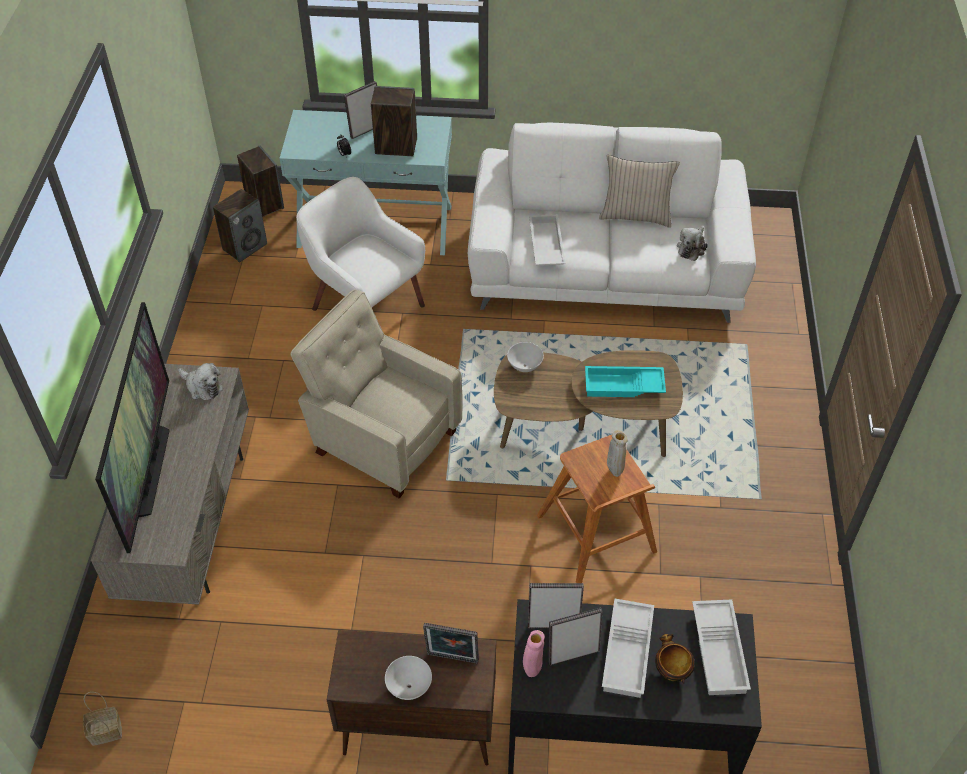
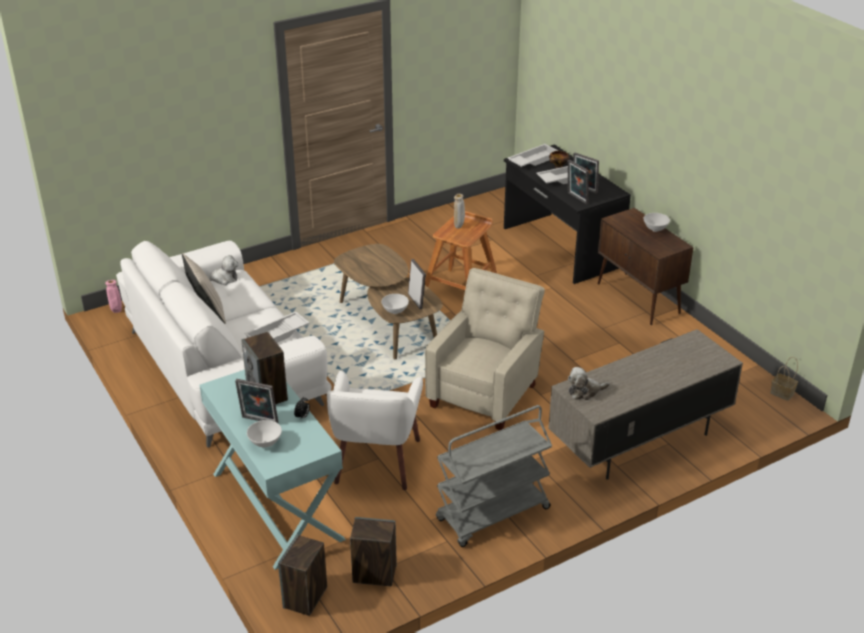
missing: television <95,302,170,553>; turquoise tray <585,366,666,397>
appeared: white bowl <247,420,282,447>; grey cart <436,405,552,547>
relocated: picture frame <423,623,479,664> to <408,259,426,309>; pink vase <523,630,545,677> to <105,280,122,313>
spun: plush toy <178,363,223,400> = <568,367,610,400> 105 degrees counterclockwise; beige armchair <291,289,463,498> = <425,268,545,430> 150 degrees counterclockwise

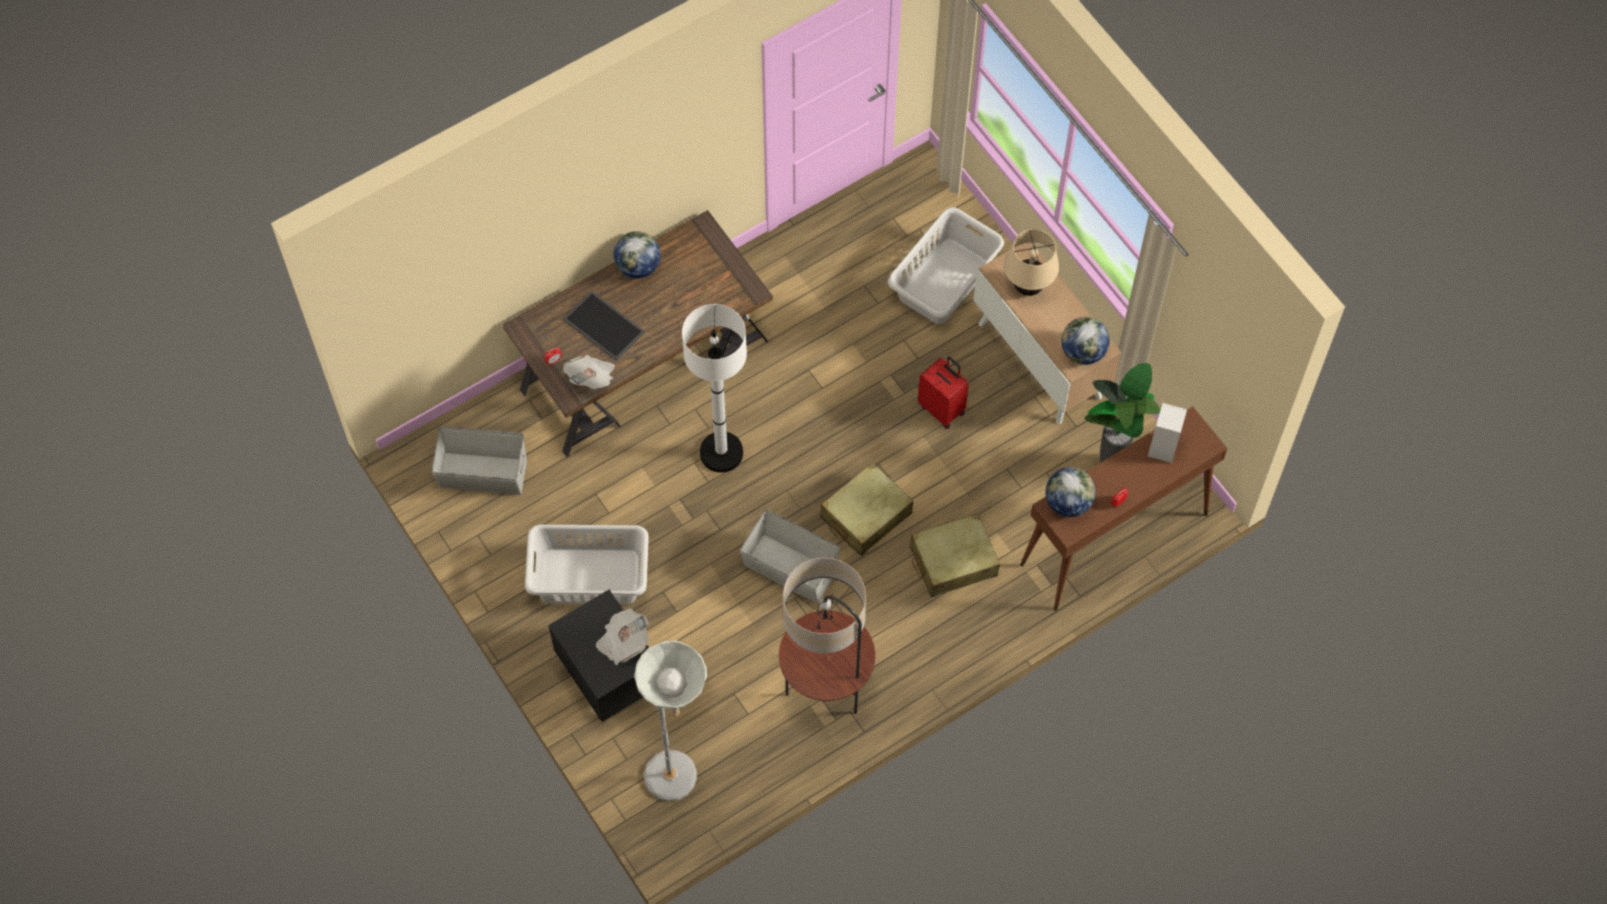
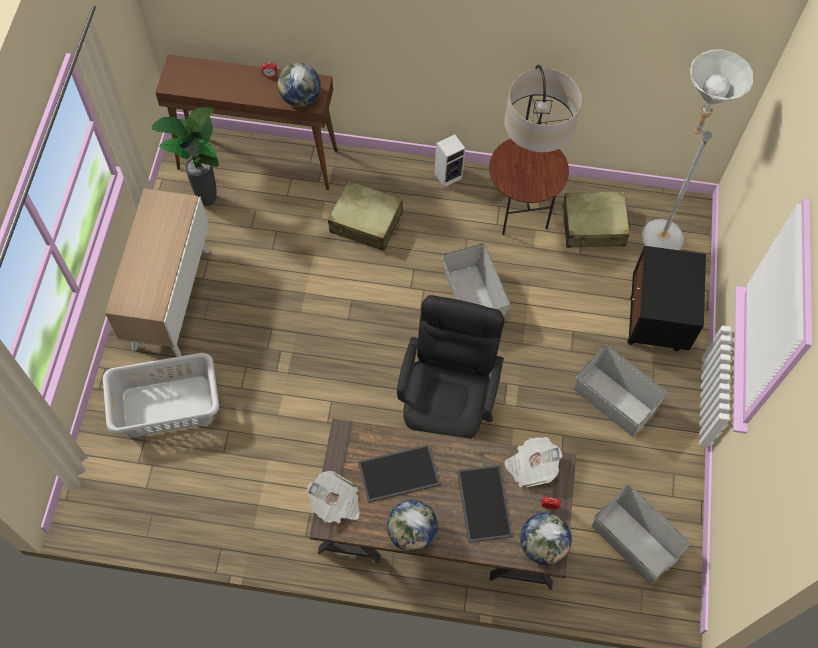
missing: red suitcase <918,357,969,429>; beige table lamp <1004,229,1059,296>
appeared: tray <358,445,440,503>
relocated: newspaper <596,608,649,665> to <307,471,359,523>; beige suitcase <820,462,913,556> to <562,191,630,248>; globe <1061,317,1110,365> to <520,513,572,565>; speaker <1148,403,1187,463> to <434,134,466,187>
exchanged: grey laundry basket <525,525,649,604> to grey storage box <574,344,668,437>; white floor lamp <682,304,747,472> to black office chair <397,295,504,439>

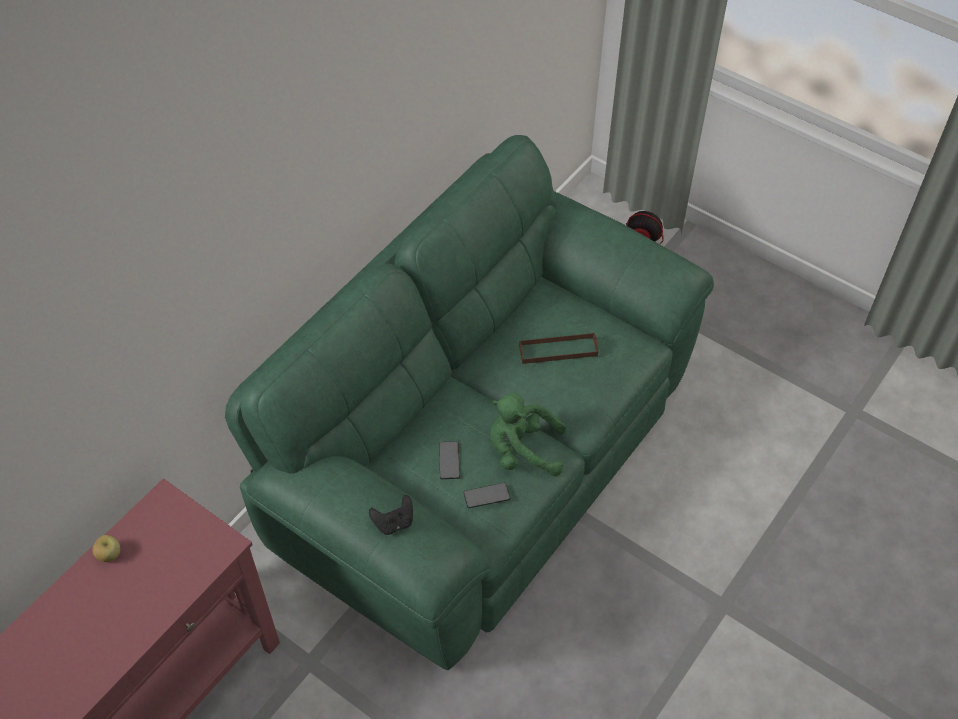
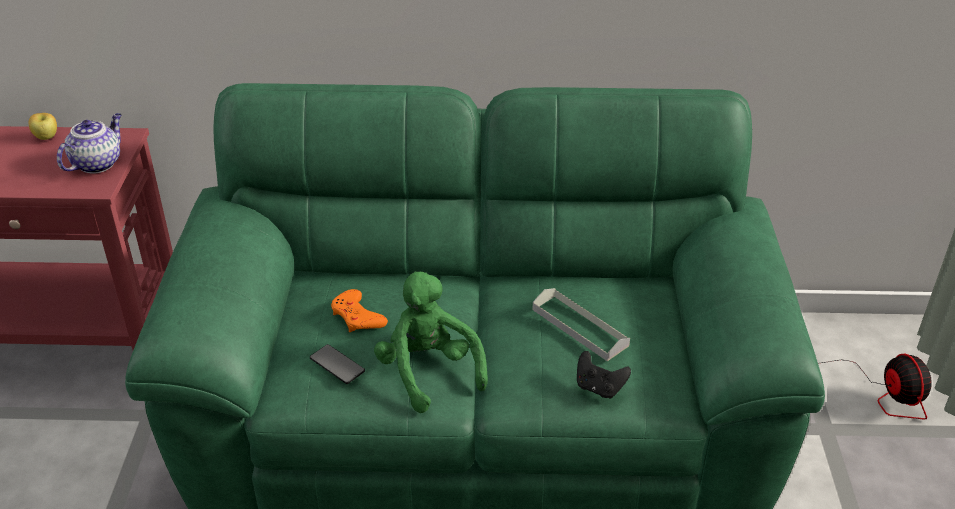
appeared: teapot <57,113,122,174>
relocated: black game controller <369,495,413,535> to <577,351,631,399>
exchanged: phone <439,441,460,479> to orange game controller <331,289,388,332>
colour: brown tray <519,333,599,364> to grey tray <532,288,630,361>

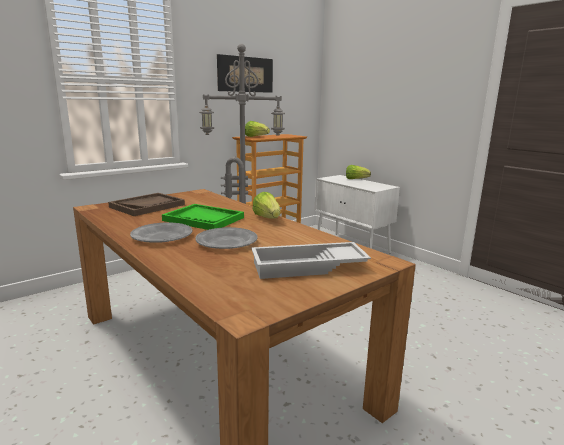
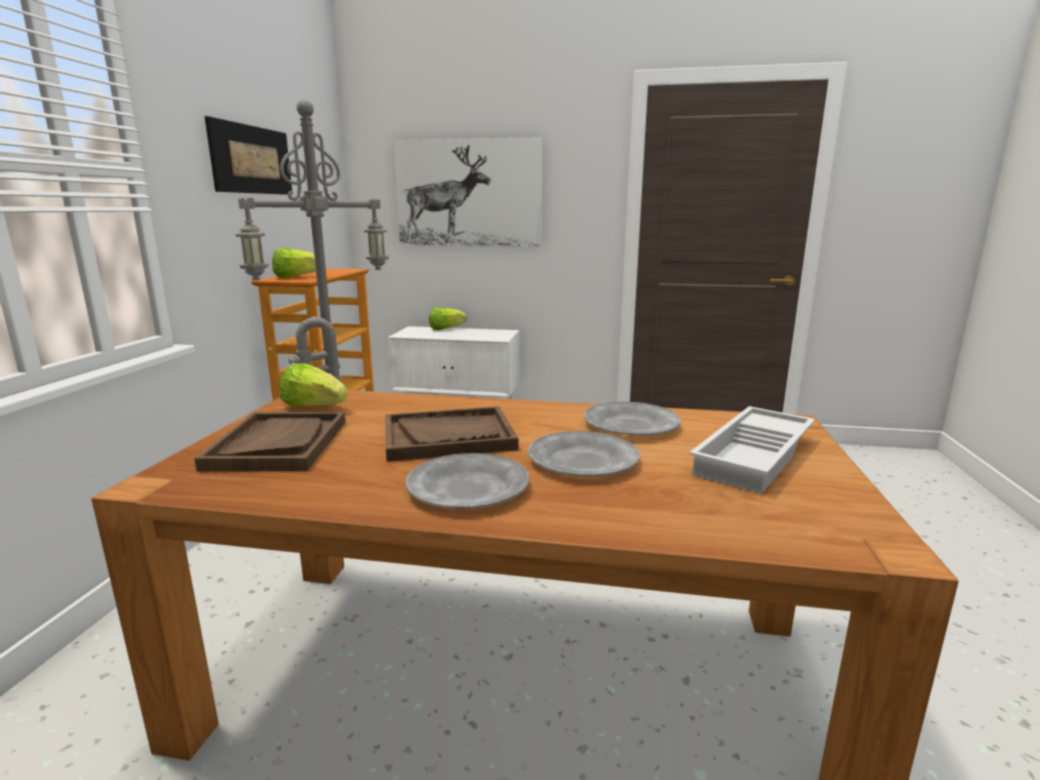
appeared: picture <394,137,542,247>; grey plate <584,402,681,436>
relocated: lettuce <252,192,280,219> to <279,363,348,406>
colour: green tray <162,204,244,230> to brown tray <385,406,518,462>

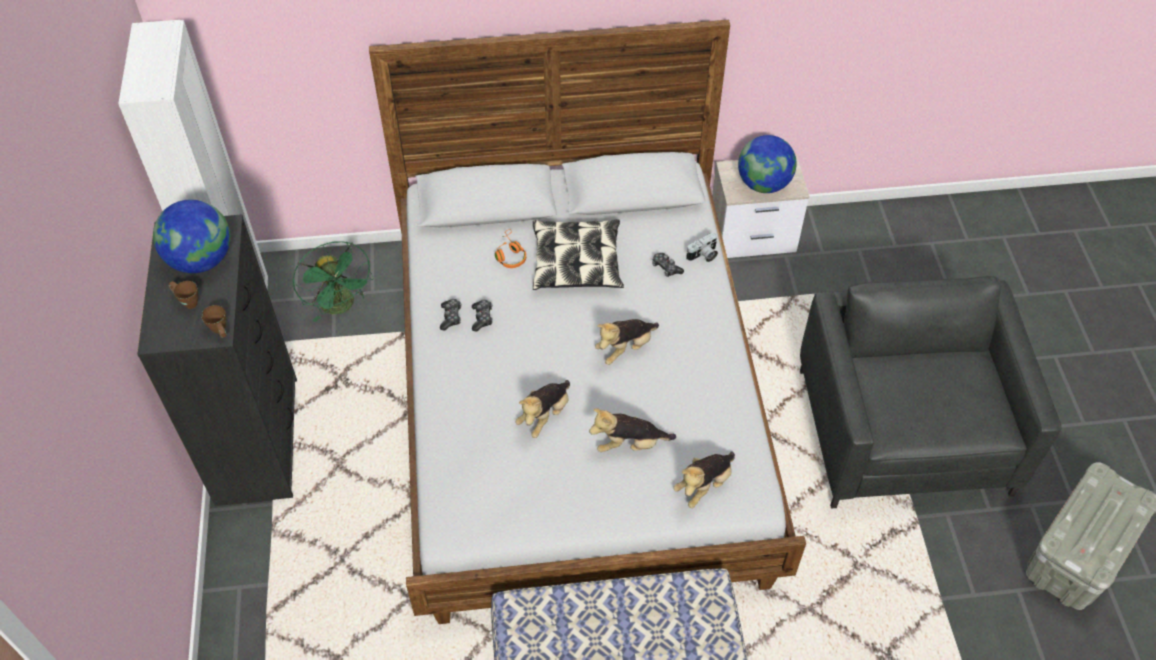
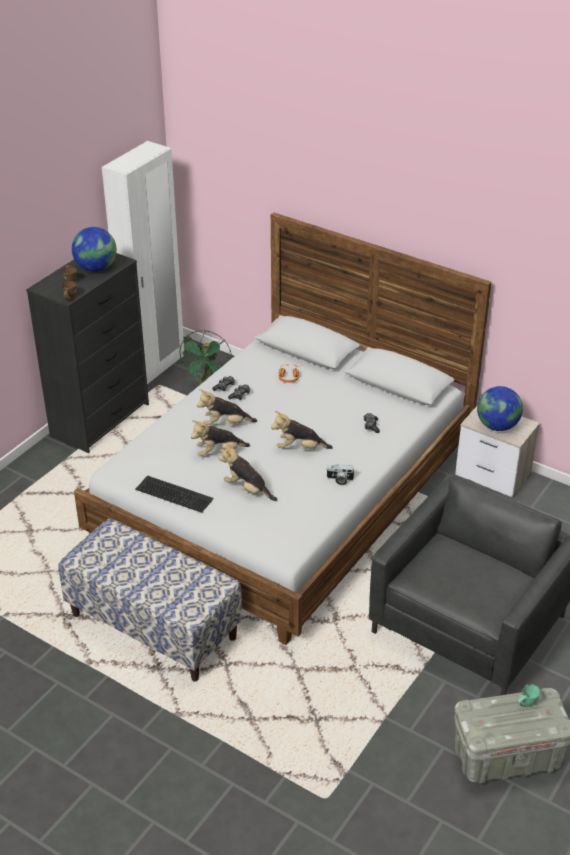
missing: pillow <533,219,624,290>
appeared: keyboard <135,475,213,513>; green mug <518,684,541,706>
relocated: plush toy <673,451,735,508> to <197,389,257,425>; photo camera <686,233,718,262> to <327,464,355,485>

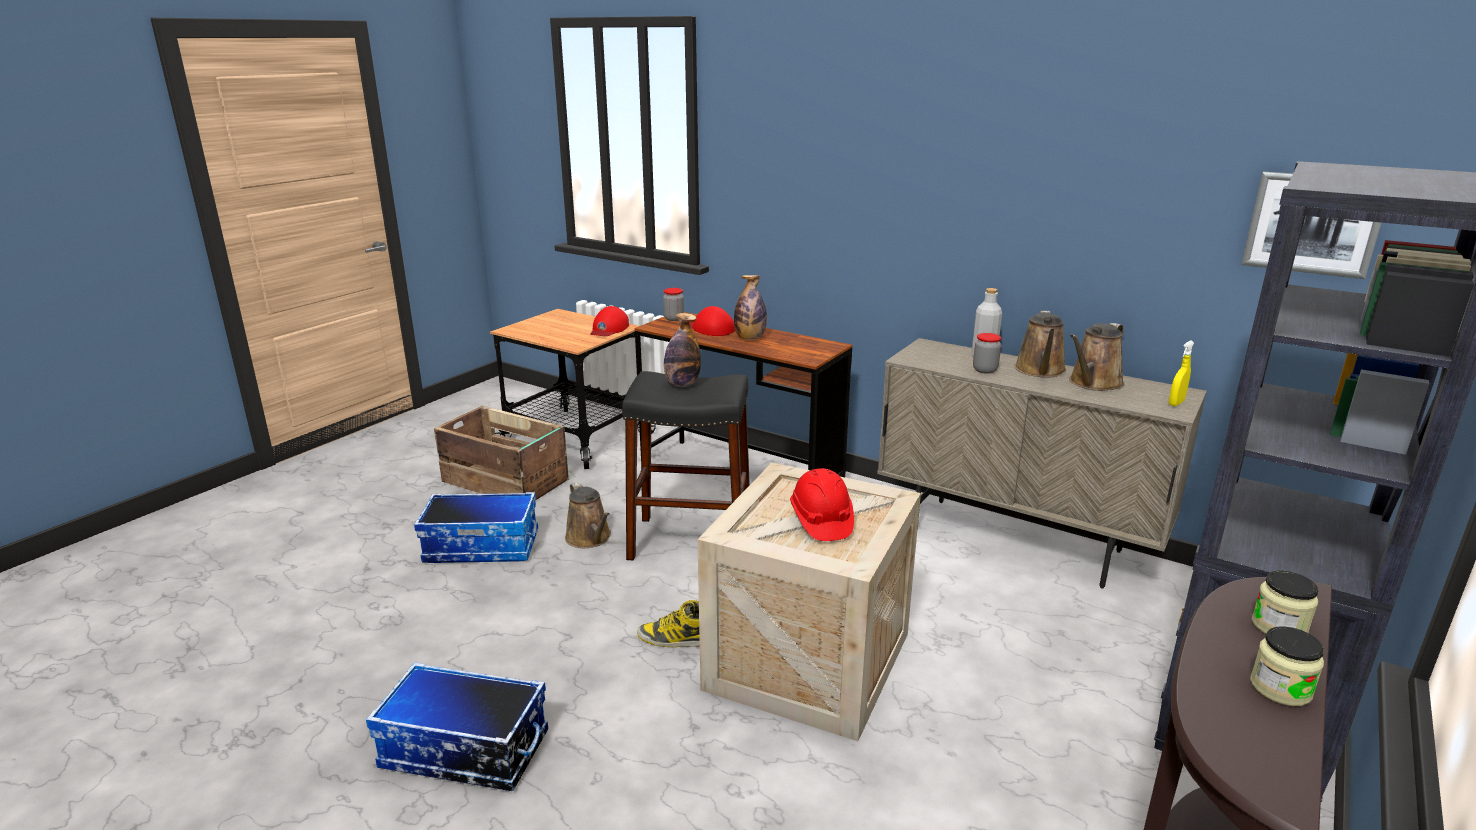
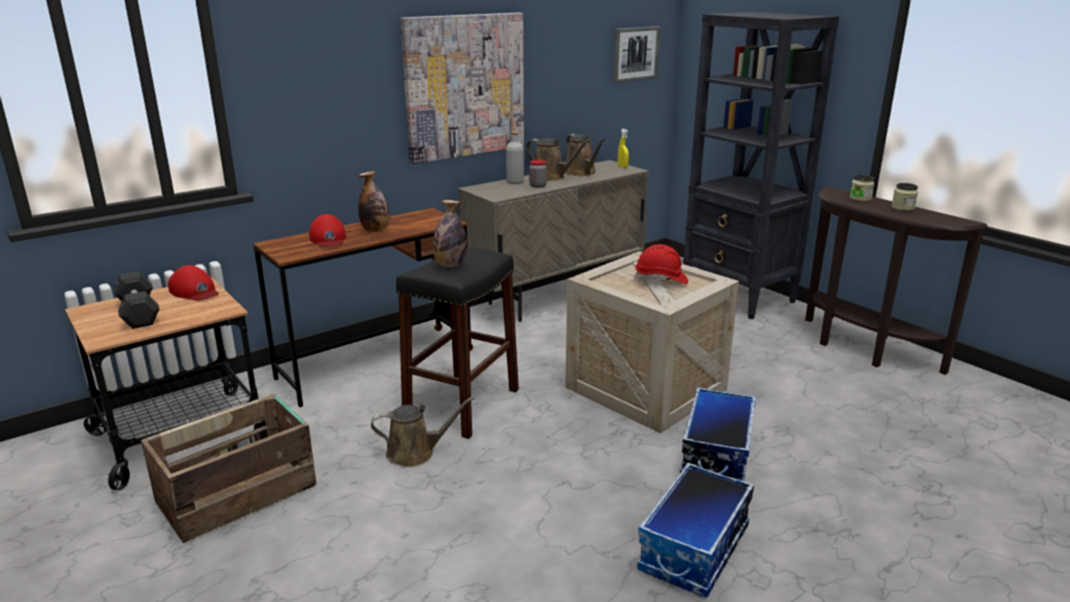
missing: boot <637,600,700,647>; jar <663,288,684,321>
appeared: grey dumbbell <113,272,160,329>; picture <400,13,524,164>
relocated: storage box <414,492,538,563> to <680,387,756,481>
spun: red cap <689,306,735,336> = <309,214,346,247> 90 degrees counterclockwise

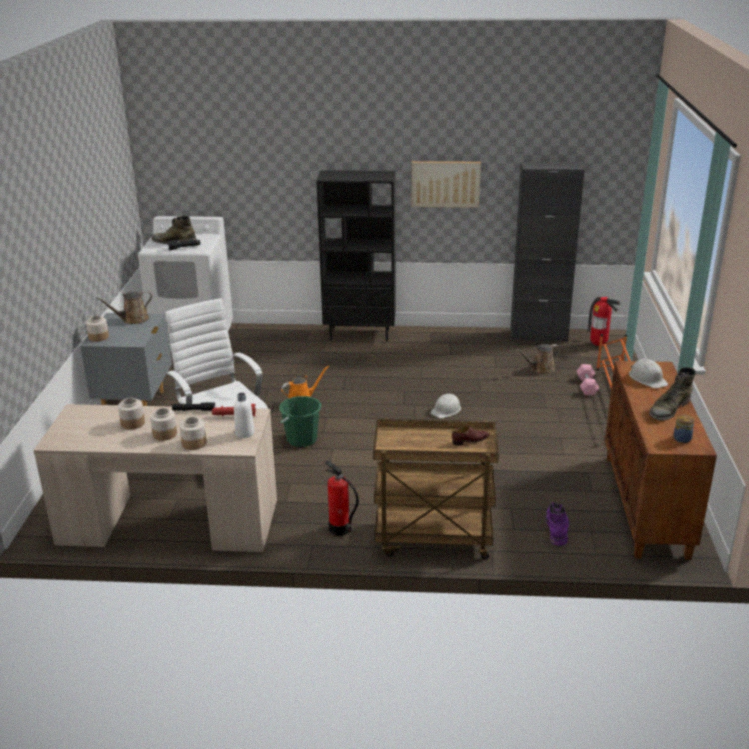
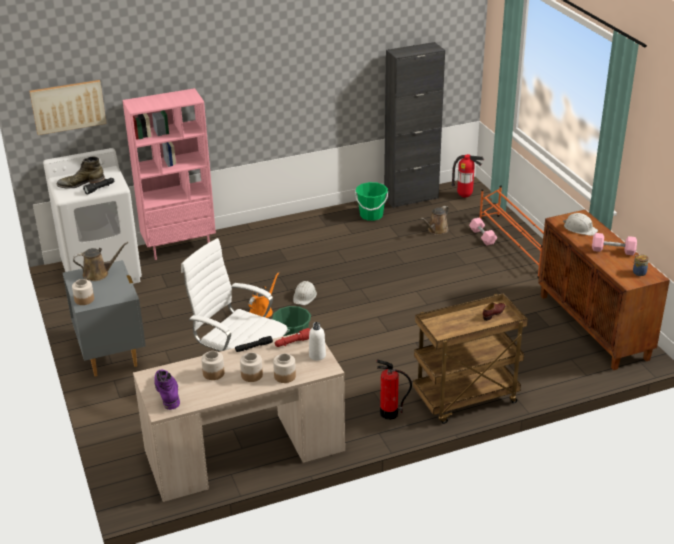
missing: black bookcase <316,170,396,341>
appeared: pink bookcase <122,88,216,260>; green bucket <355,182,388,221>
relocated: picture <412,161,481,208> to <29,80,107,135>; white hard hat <430,394,461,418> to <293,281,317,305>; purple boot <546,502,569,546> to <154,370,180,410>
exchanged: green boot <649,367,696,421> to pink dumbbell <592,233,637,255>
spun: brown watering can <96,291,152,324> = <73,242,128,281> 135 degrees counterclockwise

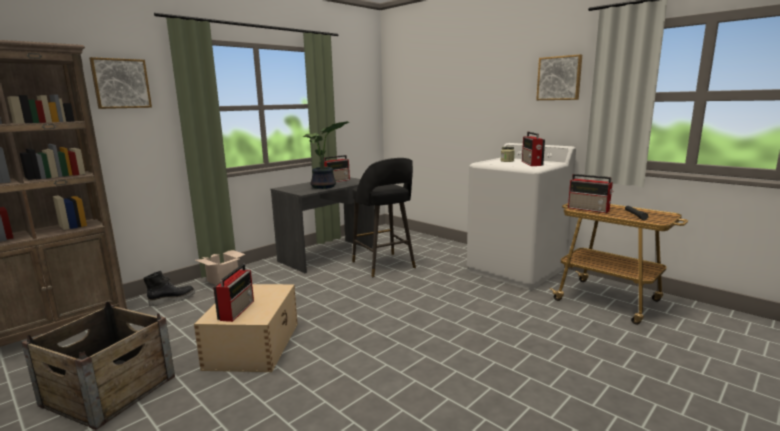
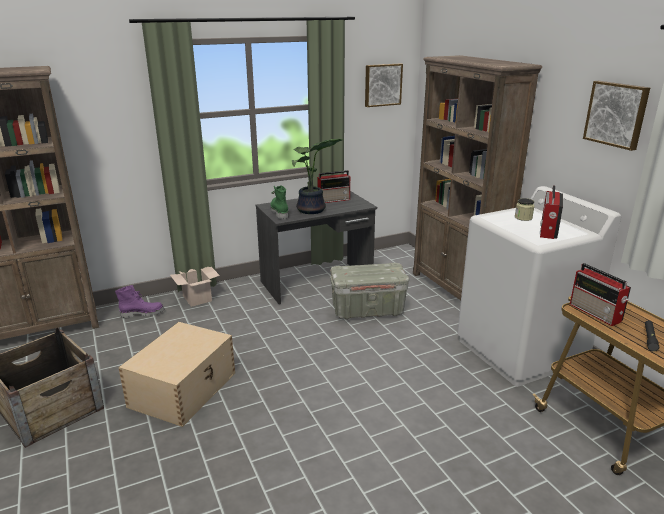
missing: radio <213,264,254,322>
appeared: green boot <271,185,288,220>; brown bookcase <413,55,542,300>
relocated: picture <89,57,152,109> to <365,63,403,107>
exchanged: black stool <352,158,416,277> to grey storage box <330,263,409,320>
colour: black boot <144,271,195,306> to purple boot <115,285,164,318>

